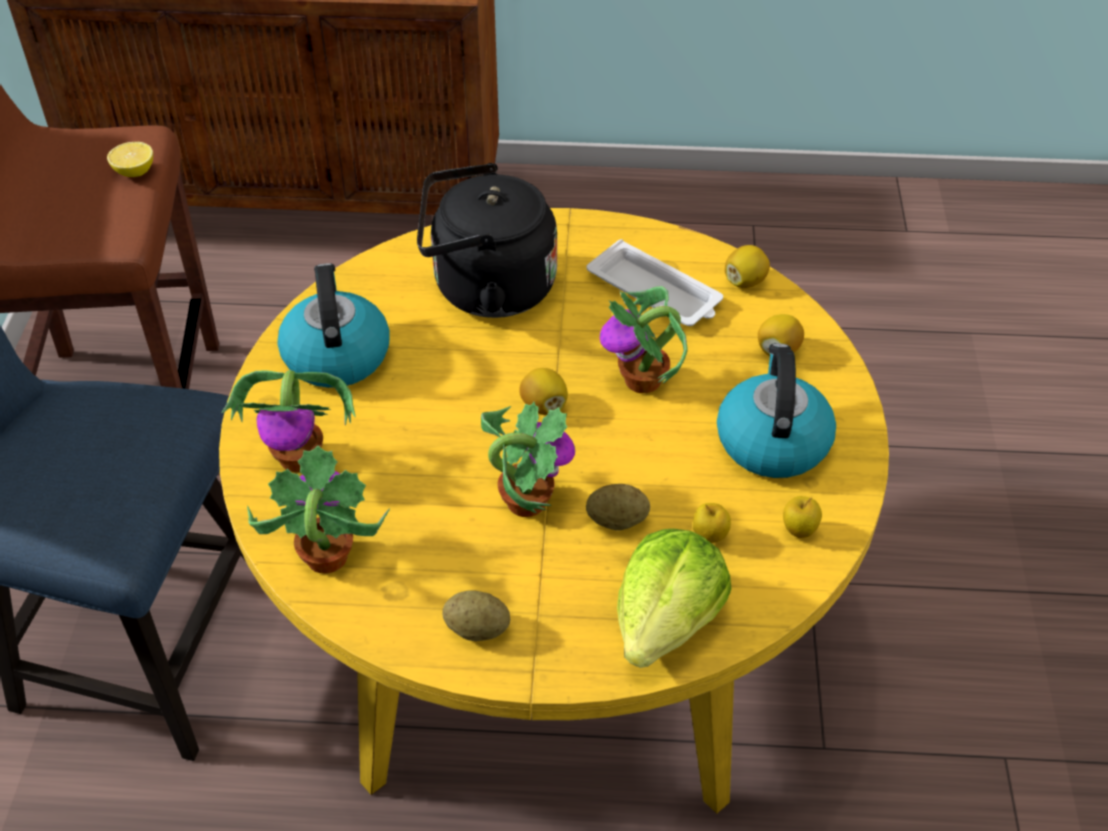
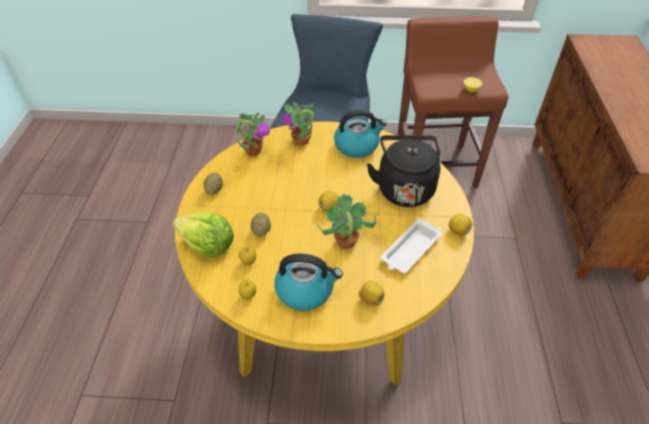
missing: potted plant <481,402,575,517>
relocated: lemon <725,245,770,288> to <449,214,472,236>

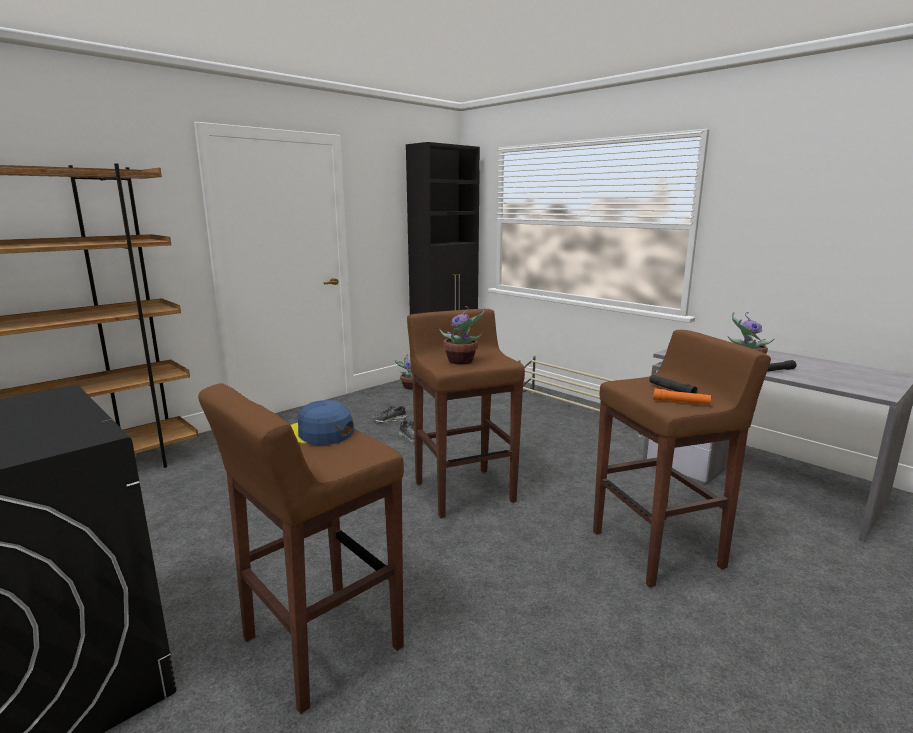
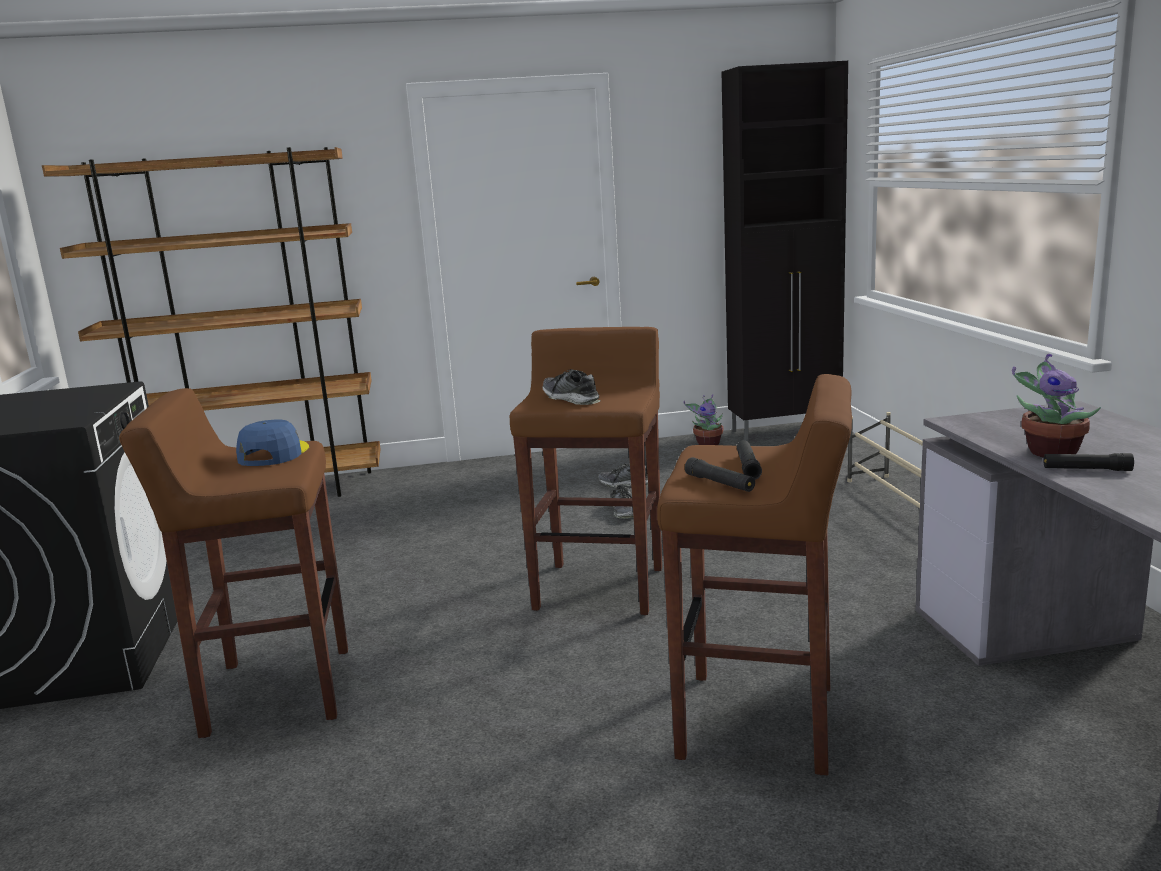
exchanged: potted plant <439,306,484,365> to shoe <542,369,601,405>
colour: orange flashlight <653,388,711,405> to black flashlight <685,457,755,492>
spun: blue cap <291,400,354,445> = <236,420,309,466> 45 degrees clockwise

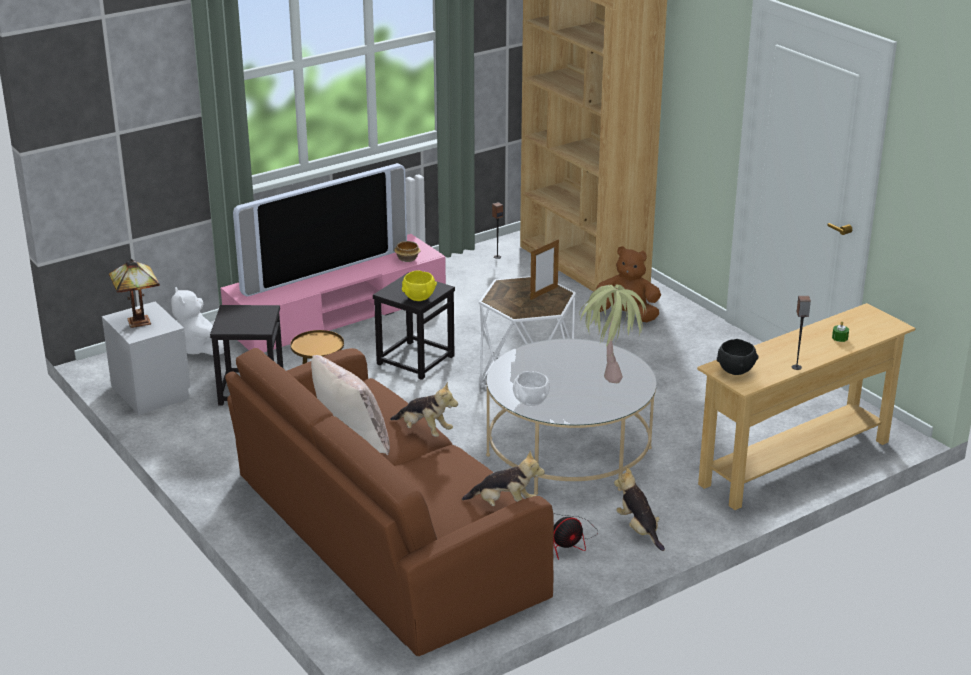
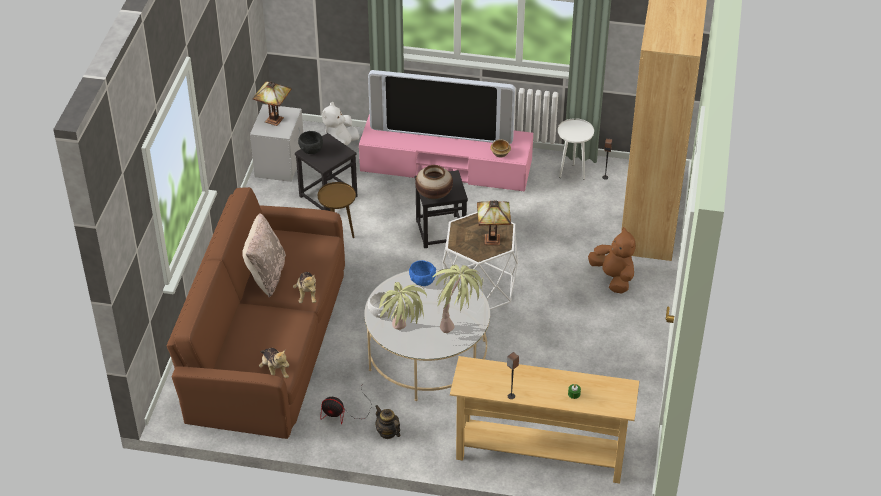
appeared: potted plant <378,282,427,330>; blue bowl <409,260,436,286>; white side table <558,118,594,180>
relocated: black bowl <717,339,759,375> to <298,131,323,154>
exchanged: yellow bowl <402,270,437,301> to vase <415,165,453,200>; picture frame <530,239,559,300> to table lamp <477,201,511,245>; plush toy <614,467,665,551> to teapot <375,405,401,439>

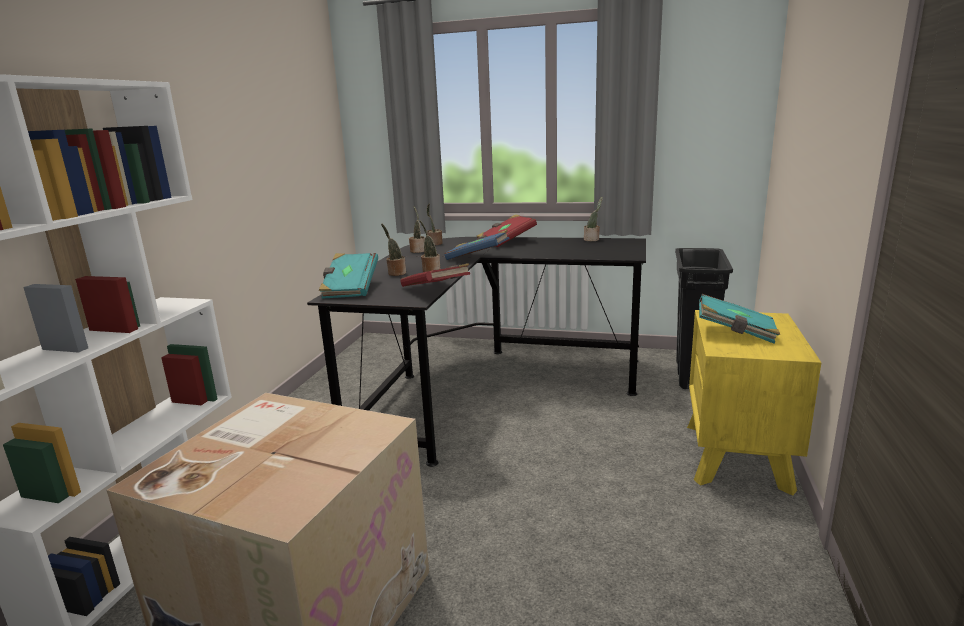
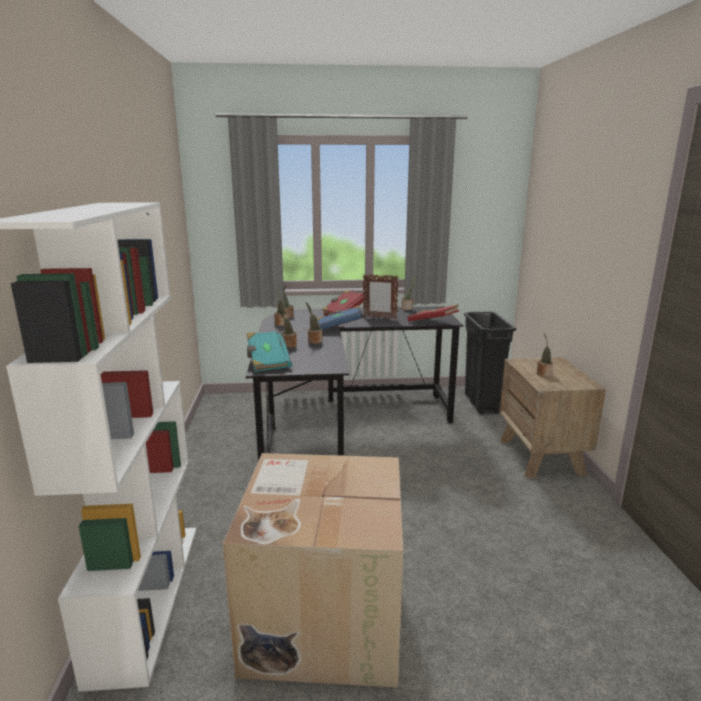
appeared: picture frame <363,274,399,319>
relocated: red book <401,263,470,287> to <407,305,459,321>
exchanged: turquoise book <699,294,780,344> to potted plant <537,333,553,377>
colour: yellow nightstand <687,310,821,496> to brown nightstand <500,357,606,479>

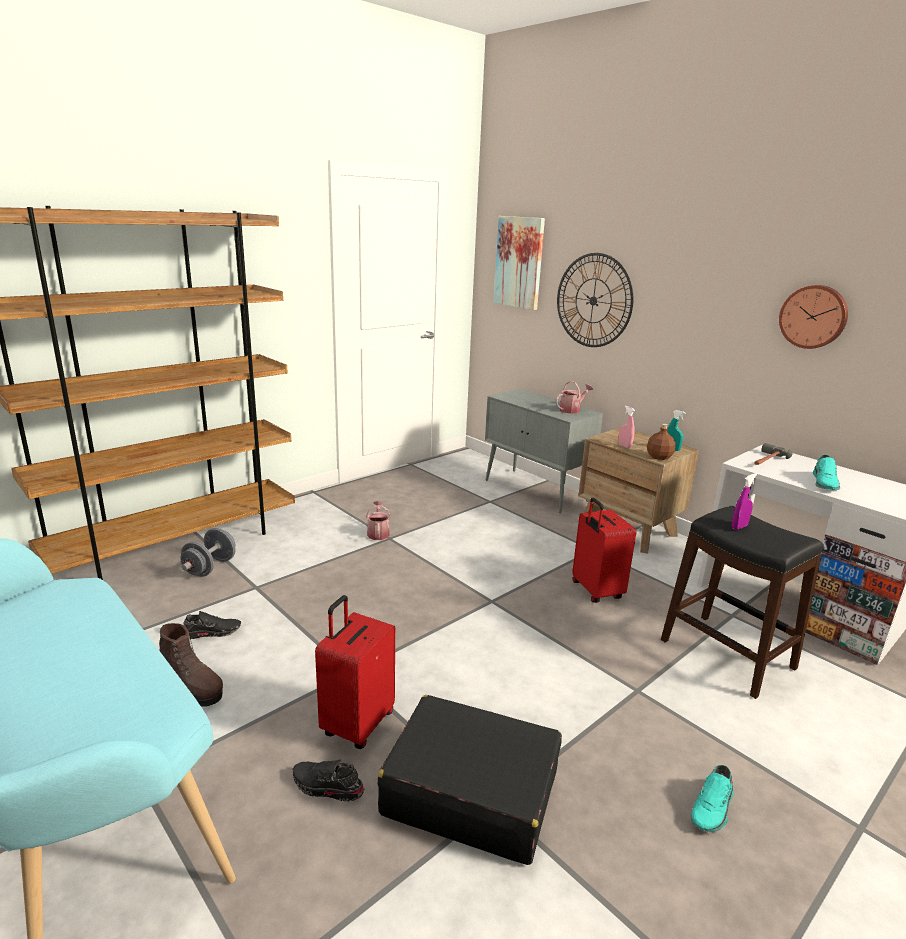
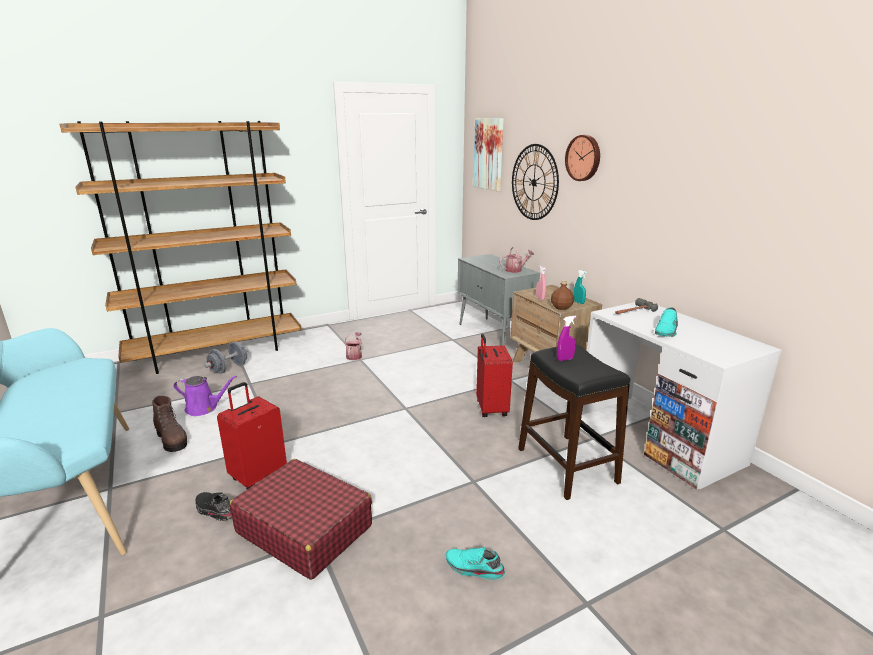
relocated: wall clock <779,285,848,349> to <565,135,600,181>
exchanged: black shoe <183,611,241,639> to purple watering can <173,376,237,416>
colour: black suitcase <378,695,562,865> to red suitcase <230,459,372,580>
spun: turquoise shoe <691,765,734,832> = <445,547,505,580> 60 degrees clockwise

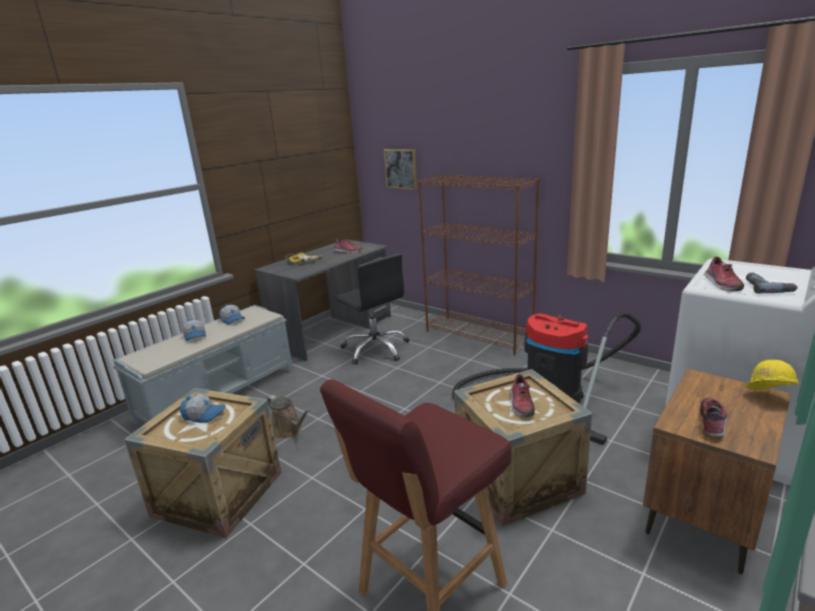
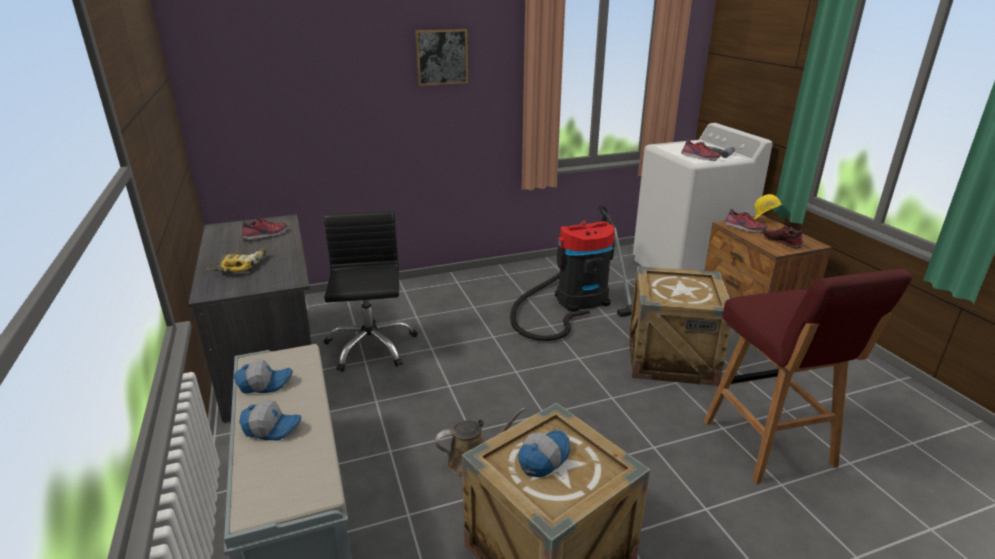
missing: brown bookcase <418,174,540,356>
relocated: picture <384,149,417,190> to <415,29,468,86>; shoe <510,374,535,417> to <724,209,767,233>
spun: black office chair <335,253,409,365> = <323,211,418,372> 90 degrees counterclockwise

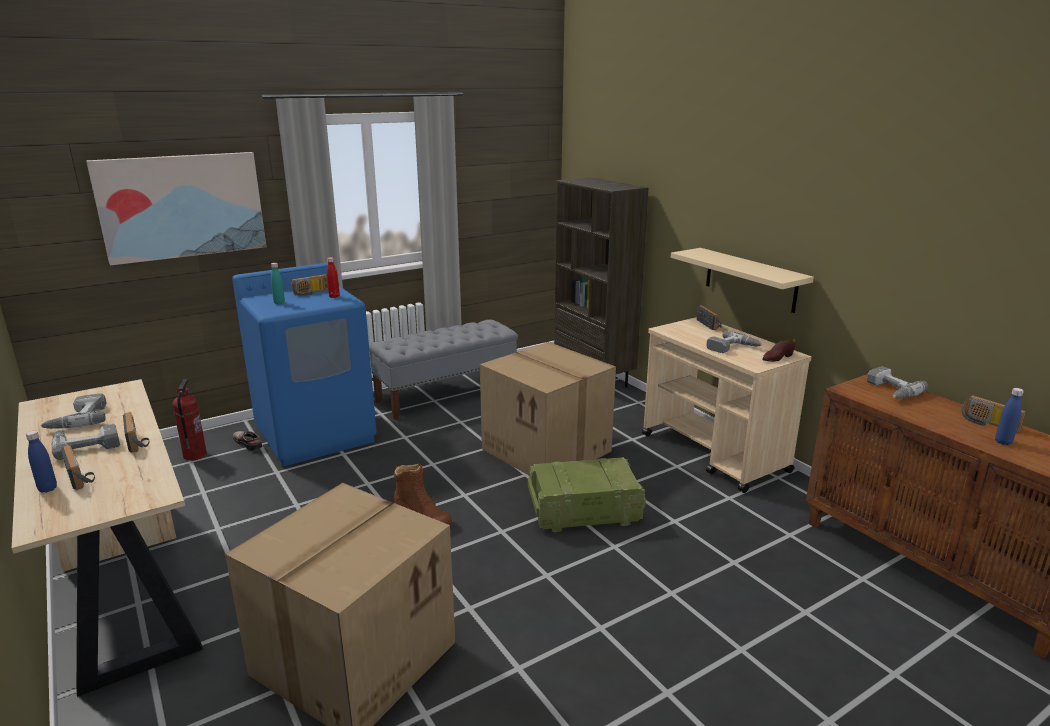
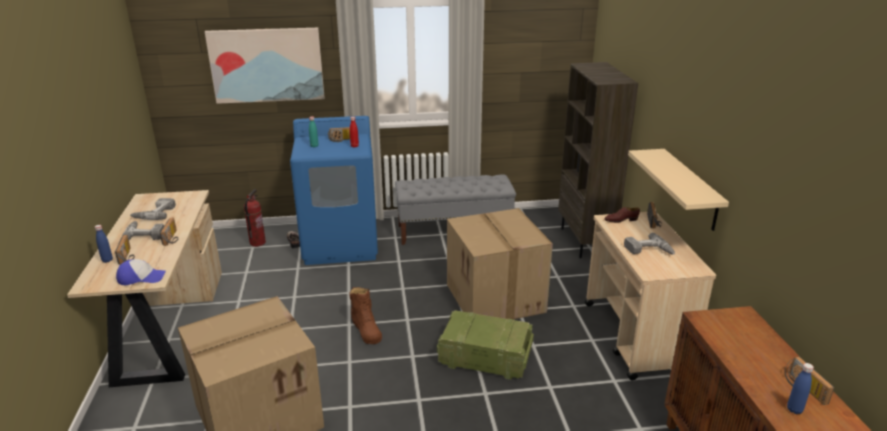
missing: power drill <867,366,928,399>
appeared: cap <116,259,166,285>
relocated: brown shoe <762,339,795,362> to <604,207,640,223>

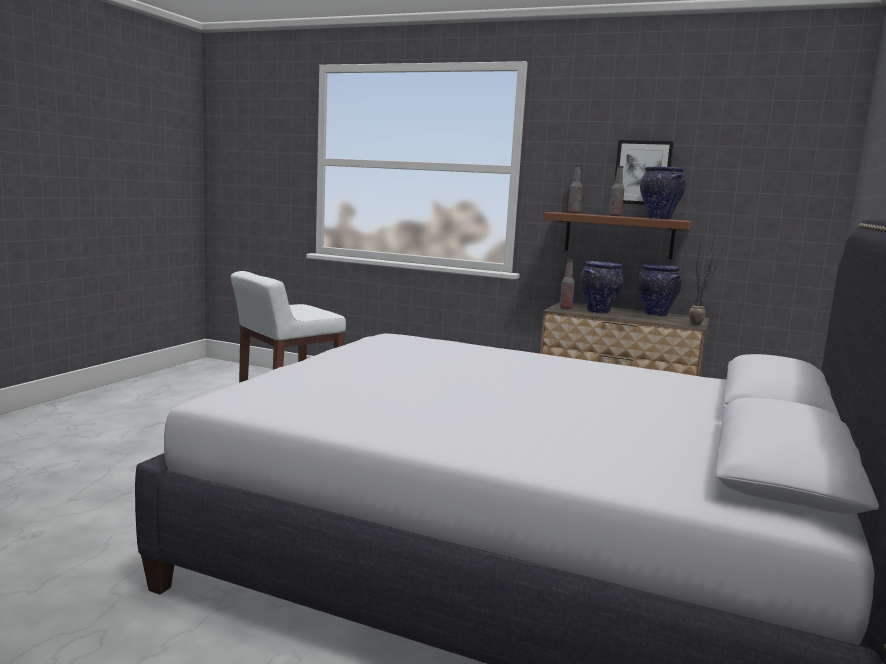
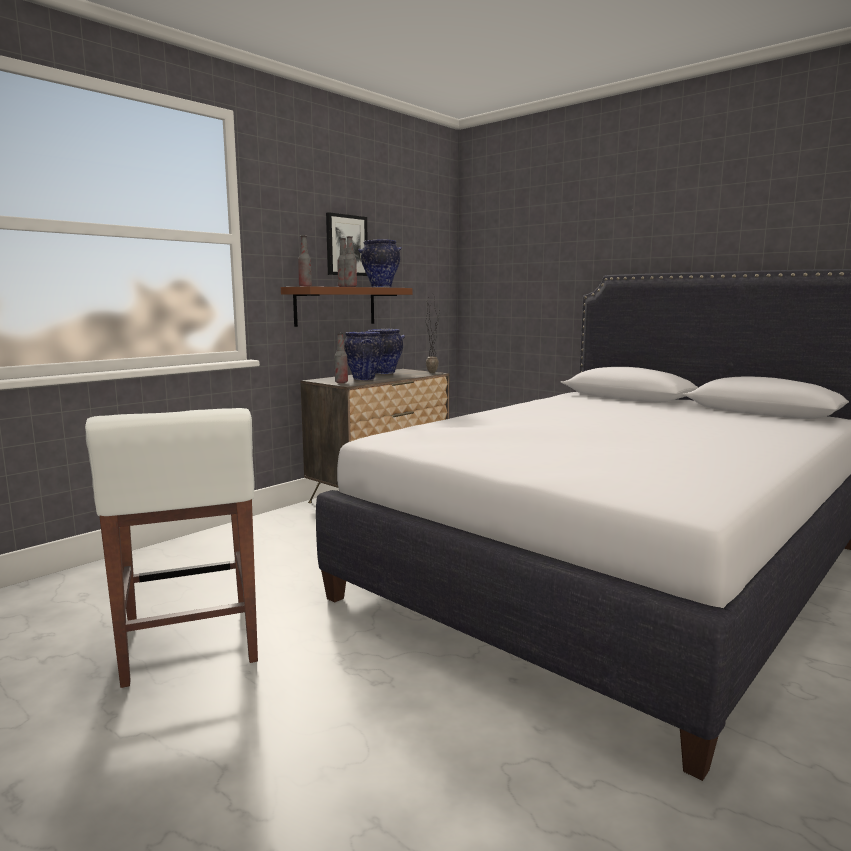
appeared: bottle <344,236,357,287>

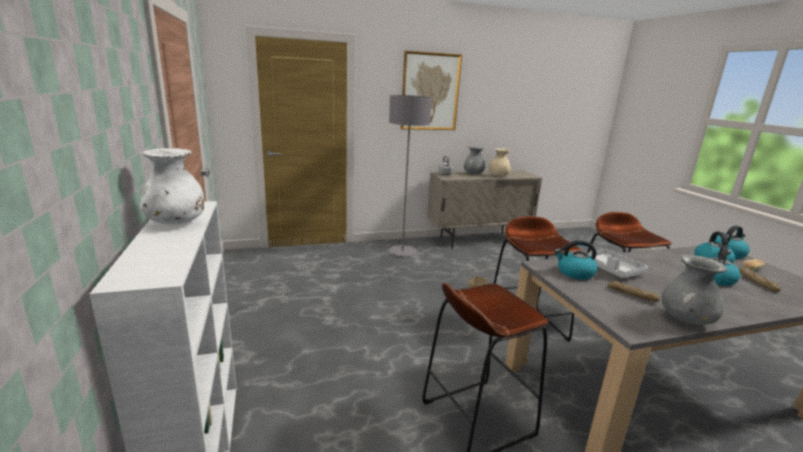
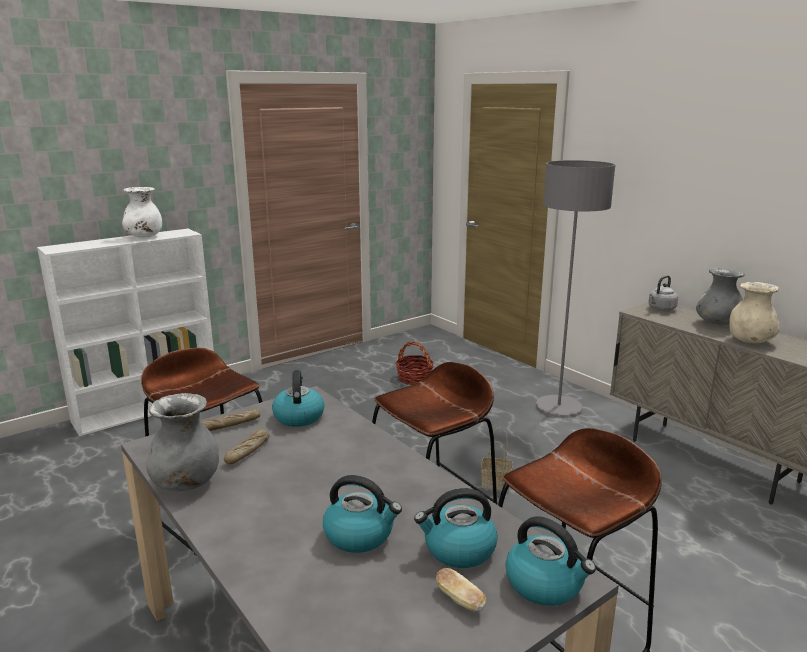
missing: picture <401,51,462,130>; grey tray <588,249,648,278>
appeared: basket <395,341,434,385>
relocated: bread <739,267,781,292> to <202,409,260,431>

